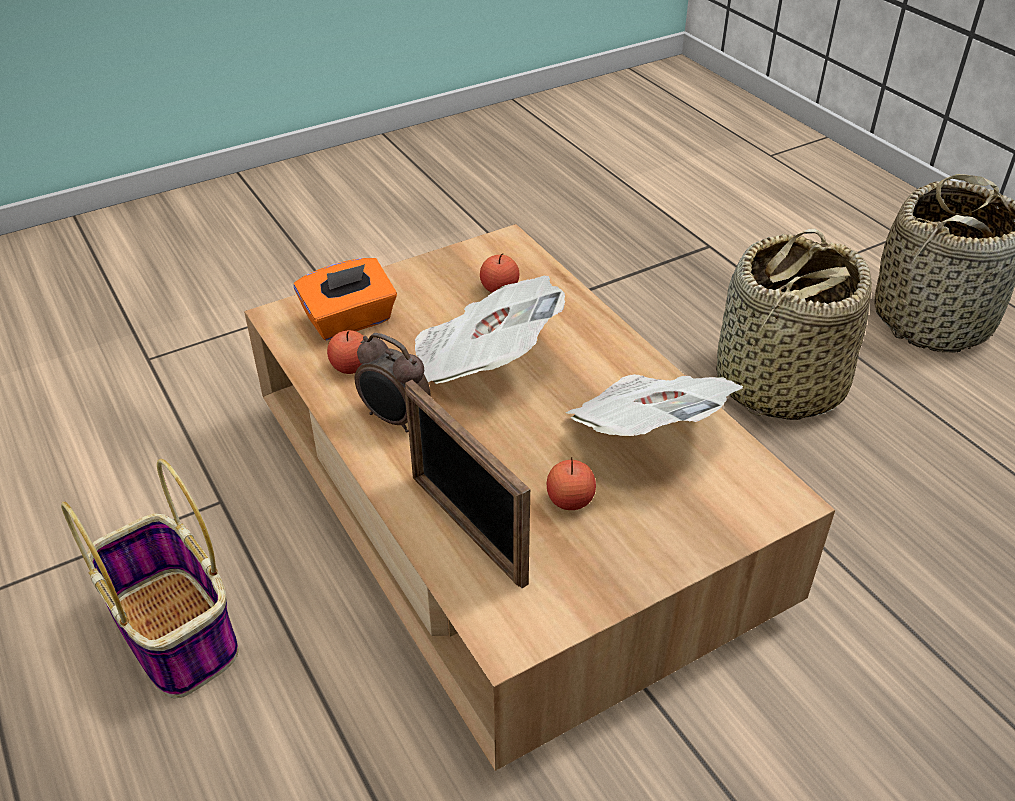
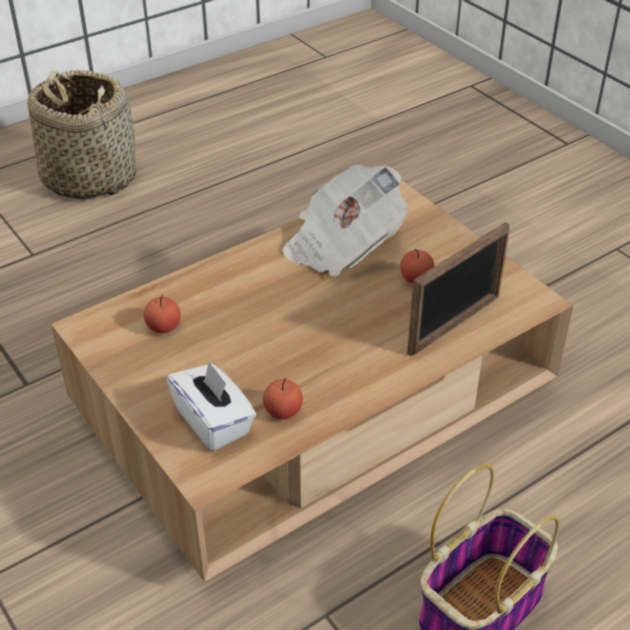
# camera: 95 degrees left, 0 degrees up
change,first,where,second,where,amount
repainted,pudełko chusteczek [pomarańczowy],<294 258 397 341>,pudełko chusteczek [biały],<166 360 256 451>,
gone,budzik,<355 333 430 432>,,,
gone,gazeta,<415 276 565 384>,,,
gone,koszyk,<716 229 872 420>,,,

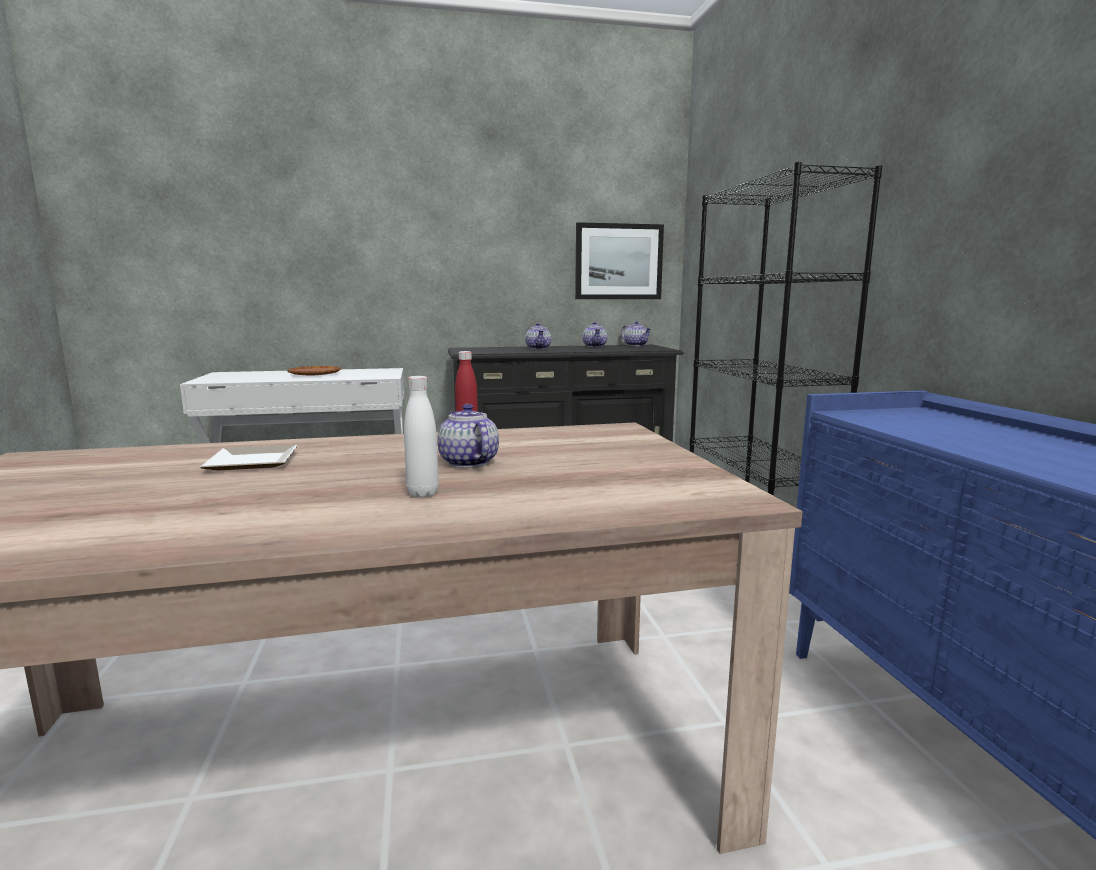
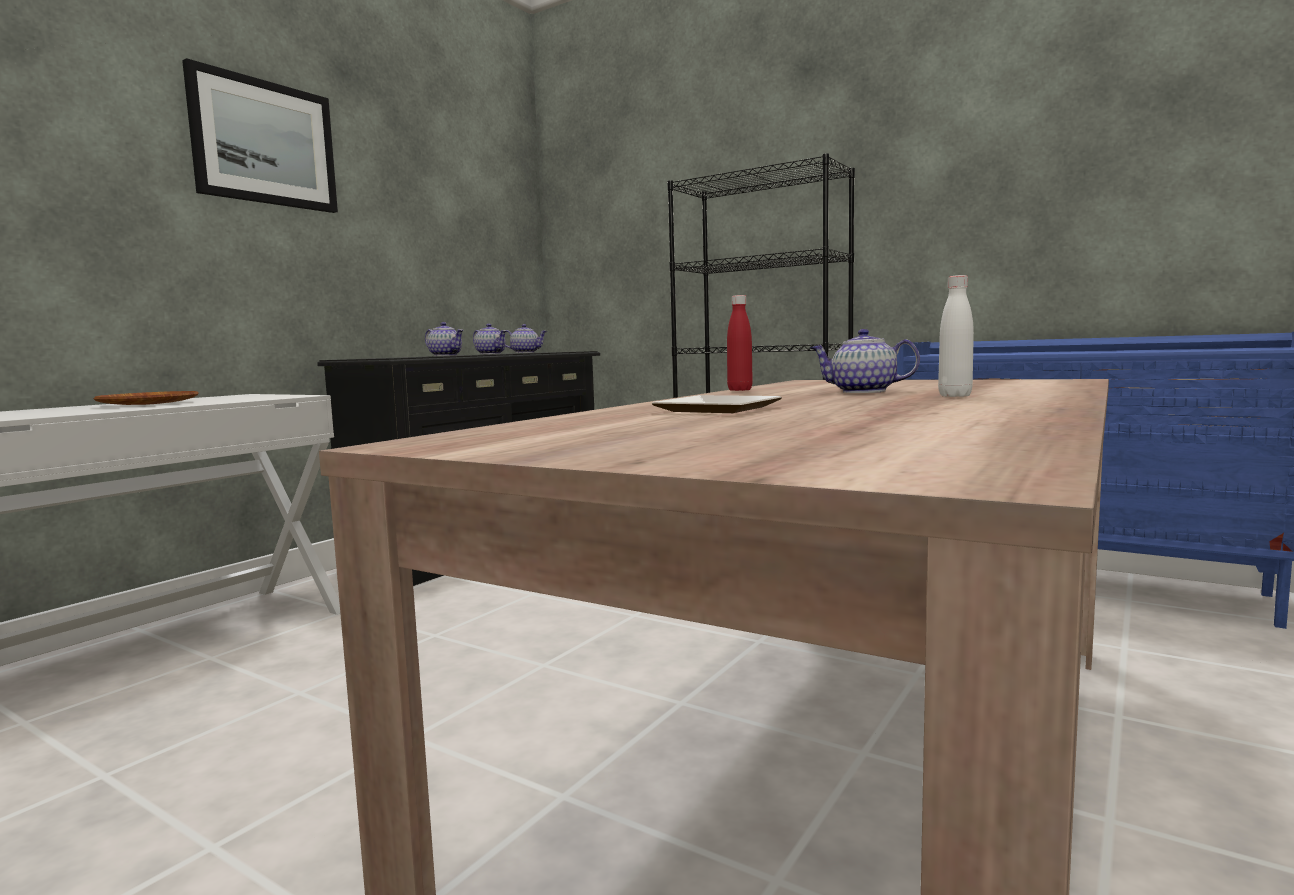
# camera: 45 degrees left, 5 degrees down
change,first,where,second,where,amount
shifted,obraz,<575 222 664 299>,,<182 58 338 213>,

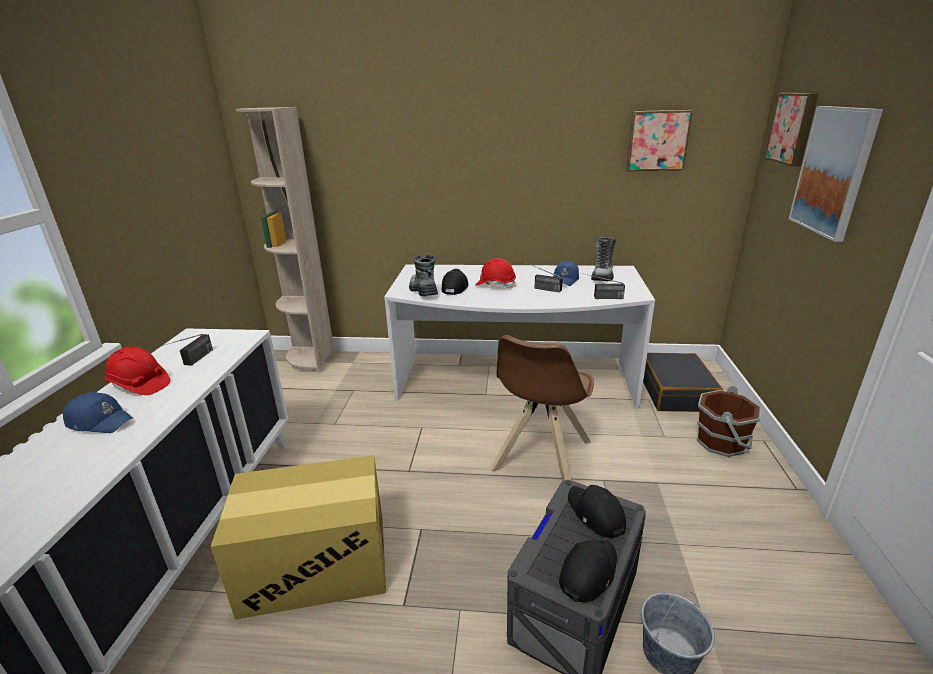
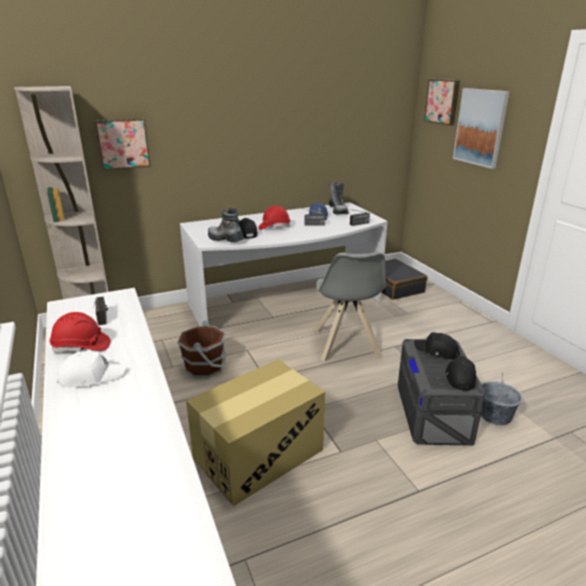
# camera: 30 degrees left, 0 degrees up
change,first,where,second,where,amount
repainted,czapka z daszkiem [niebieski],<63 392 133 433>,czapka z daszkiem [biały],<57 351 126 387>,
repainted,krzesło [brązowy],<491 335 594 482>,krzesło [szary],<314 251 386 362>,
shifted,obraz,<626 110 693 171>,,<94 118 151 171>,
shifted,wiadro [brązowy],<697 386 762 457>,,<177 320 226 378>,

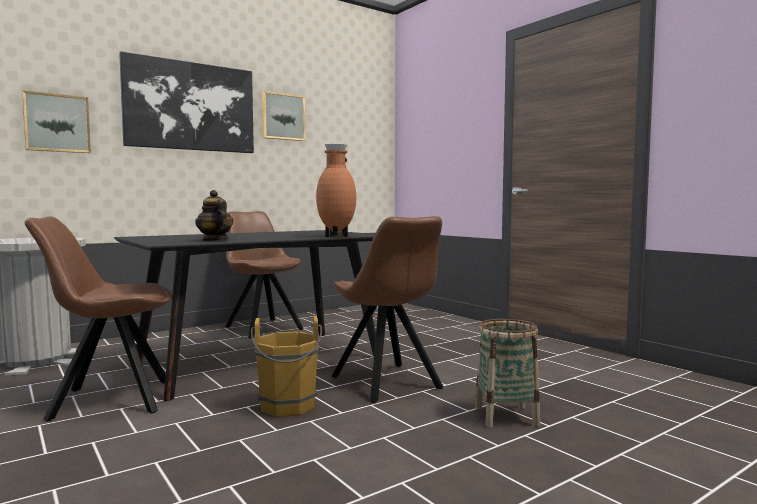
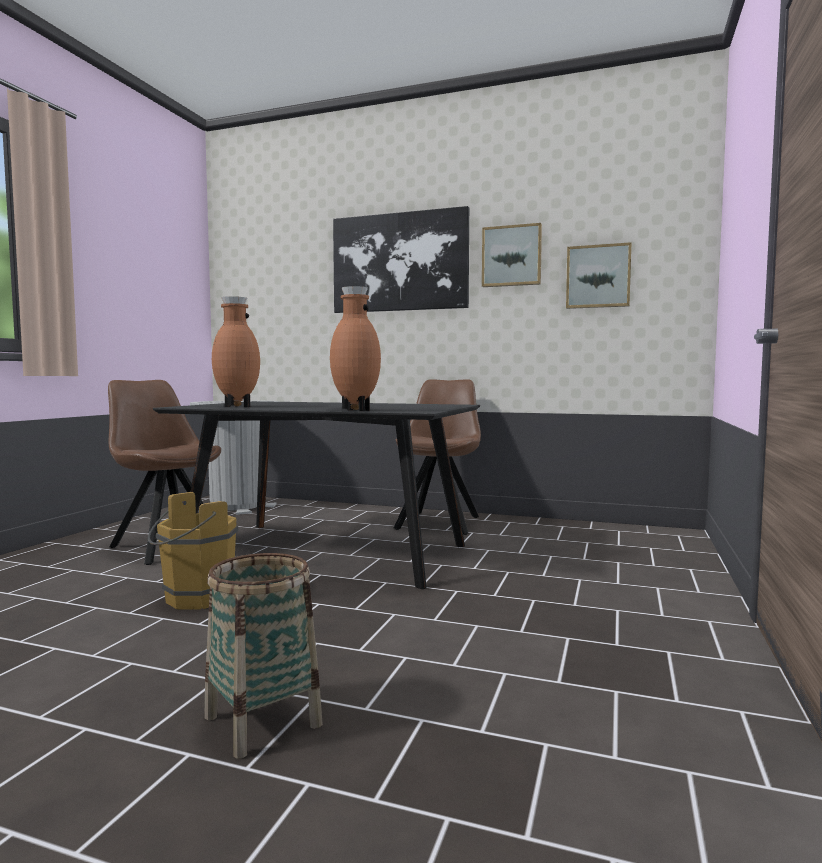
# camera: 55 degrees right, 0 degrees up
change,first,where,second,where,amount
shifted,obraz,<22 91 91 153>,,<566 242 632 309>,
swapped,imbryk,<195 190 233 241>,wazon [brązowy],<212 296 260 407>,
gone,krzesło [brązowy],<331 216 443 403>,,,

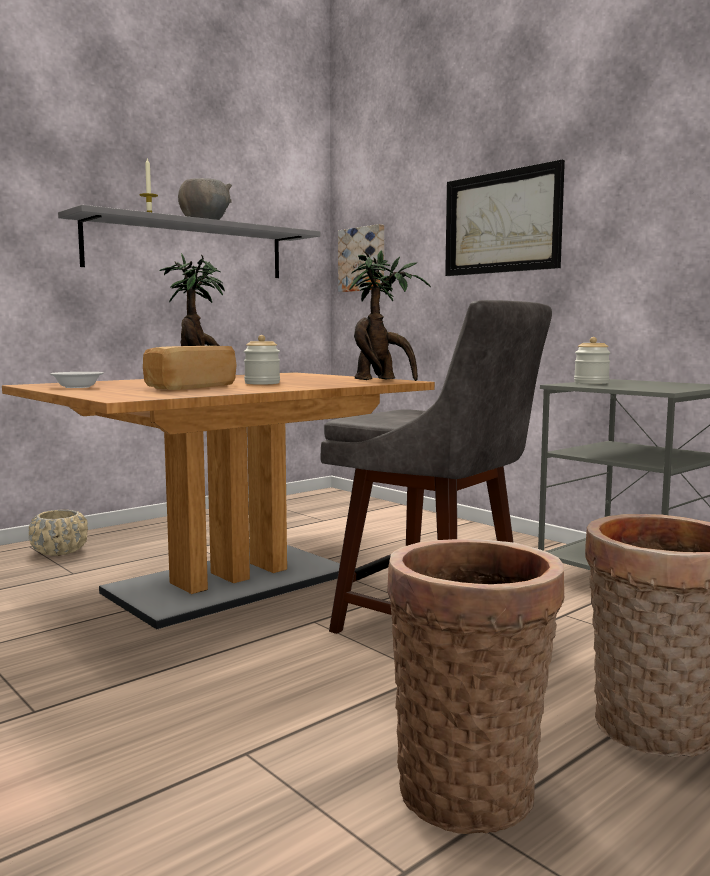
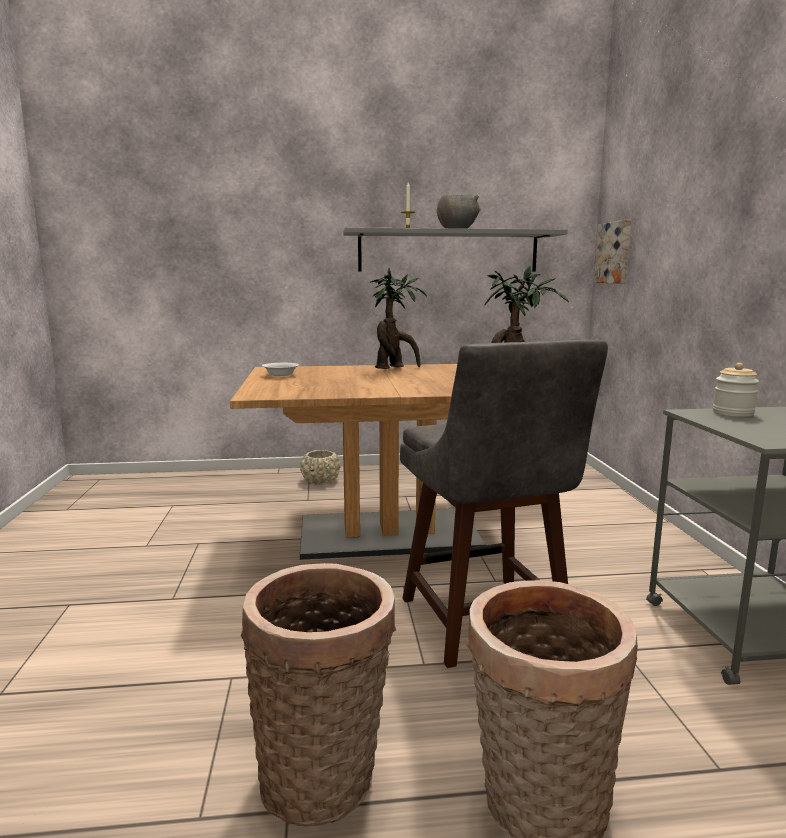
# camera: 35 degrees right, 5 degrees up
change,first,where,second,where,amount
gone,chleb,<143 346 236 390>,,,
gone,słoik,<244 335 280 385>,,,
gone,obraz,<445 159 565 276>,,,

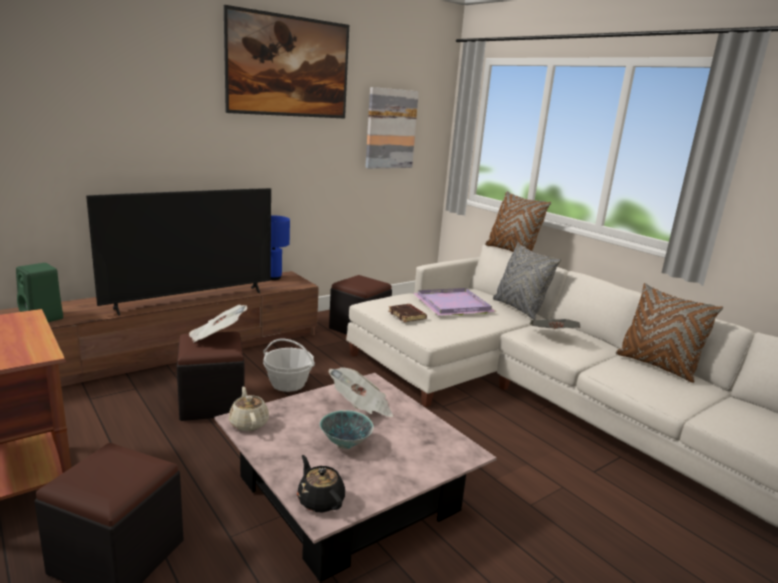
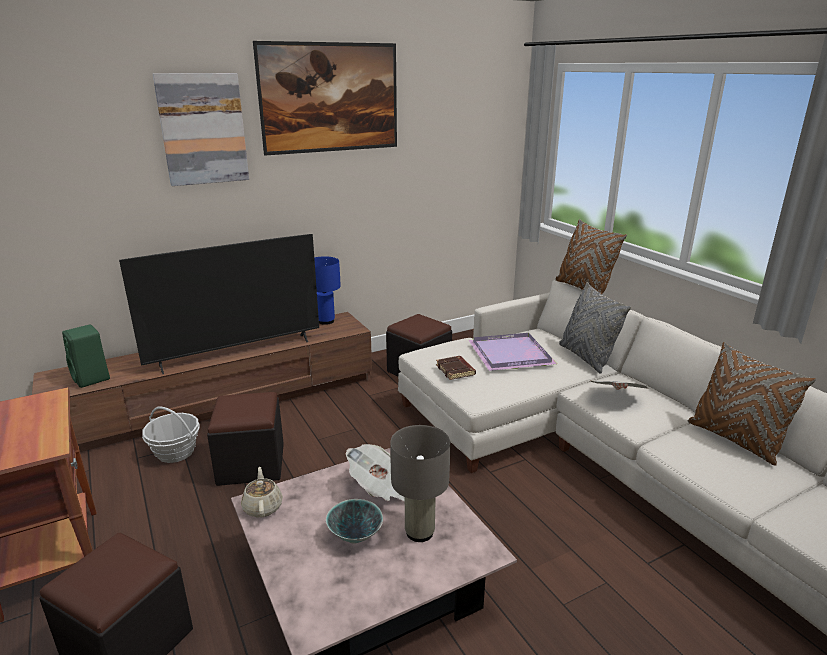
# camera: 10 degrees right, 5 degrees up
change,first,where,second,where,amount
gone,gazeta,<189 305 247 342>,,,
shifted,koszyk,<263 338 315 392>,,<142 406 200 463>,
gone,imbryk [czarny],<297 455 345 512>,,,
shifted,obraz,<365 87 419 168>,,<153 73 249 186>,
new,,,lampa stołowa [szary],<390 425 450 542>,

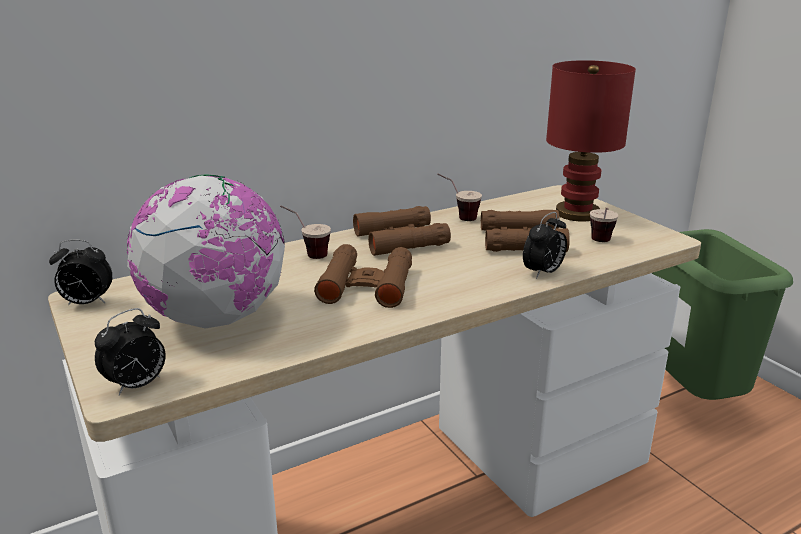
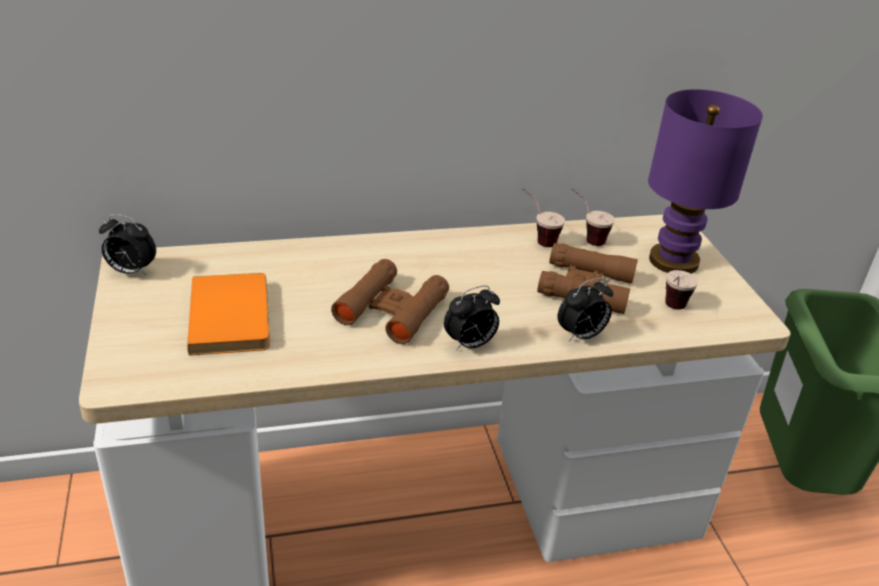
# camera: 15 degrees right, 10 degrees up
change,first,where,second,where,amount
shifted,budzik,<95 308 166 396>,,<444 285 500 351>,
swapped,globus,<127 174 285 329>,książka [pomarańczowy],<187 273 270 355>,
shifted,filiżanka,<280 206 331 259>,,<571 188 615 246>,
gone,lornetka [brązowy],<353 206 451 256>,,,
repainted,lampa stołowa [czerwony],<546 60 636 221>,lampa stołowa [fioletowy],<648 89 763 274>,

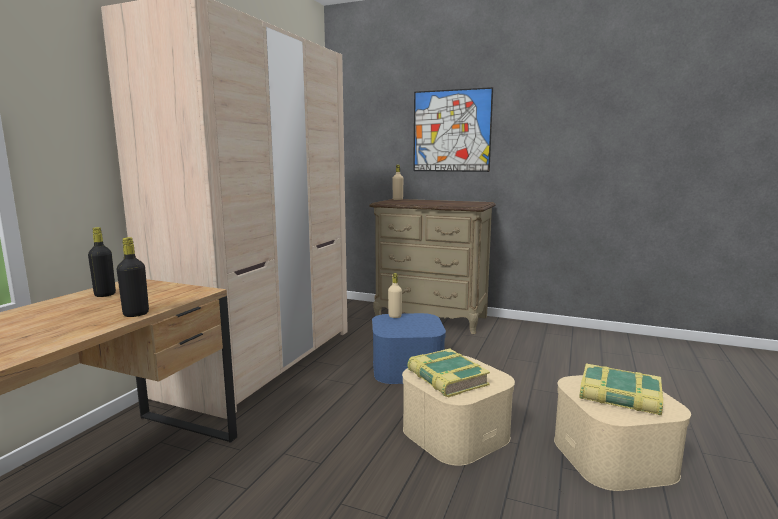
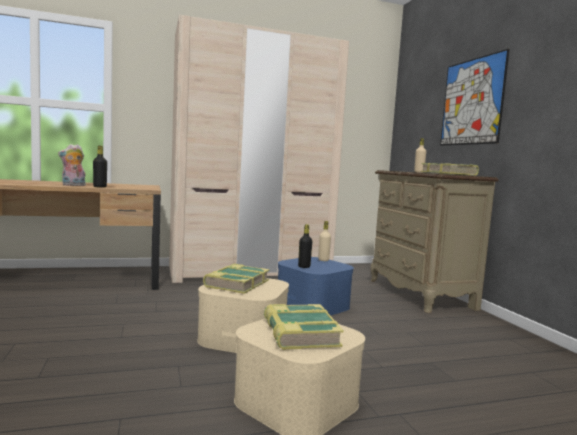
# camera: 50 degrees right, 5 degrees down
change,first,where,second,where,amount
shifted,butelka [czarny],<88 227 116 297>,,<298 224 312 268>,
new,,,pluszak,<58 144 87 186>,
new,,,książka,<421 163 479 176>,

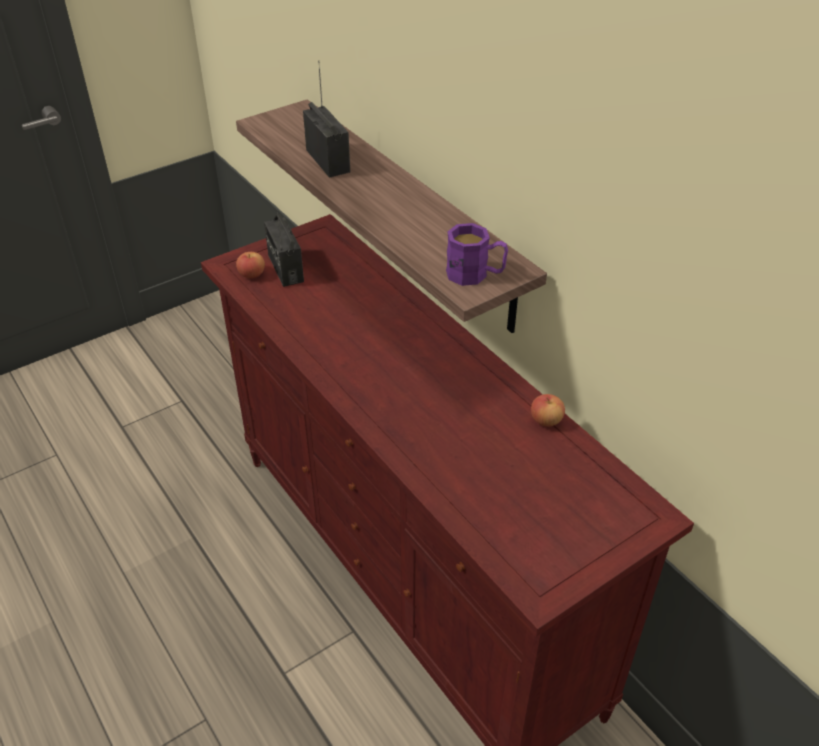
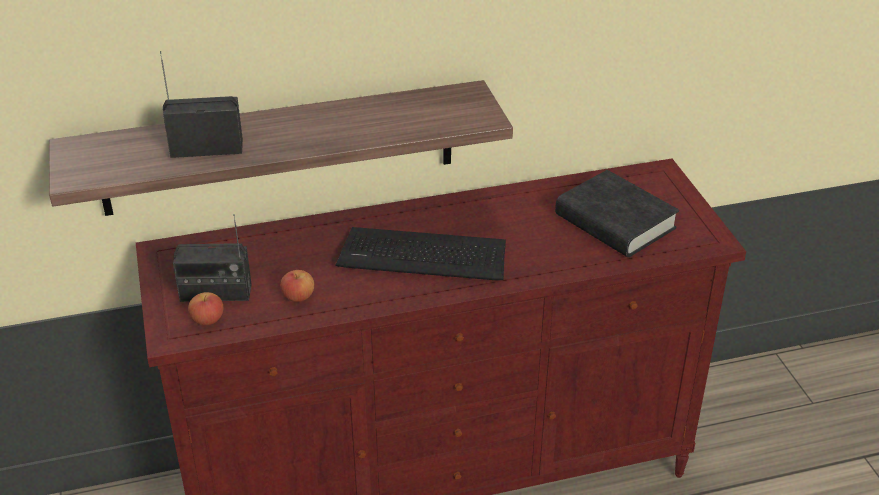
# camera: 70 degrees left, 5 degrees down
change,first,where,second,where,amount
gone,kubek [fioletowy],<446 223 508 286>,,,
shifted,jabłko,<531 394 565 427>,,<280 270 314 302>,
new,,,klawiatura,<335 227 506 280>,
new,,,książka [czarny],<555 170 679 257>,

